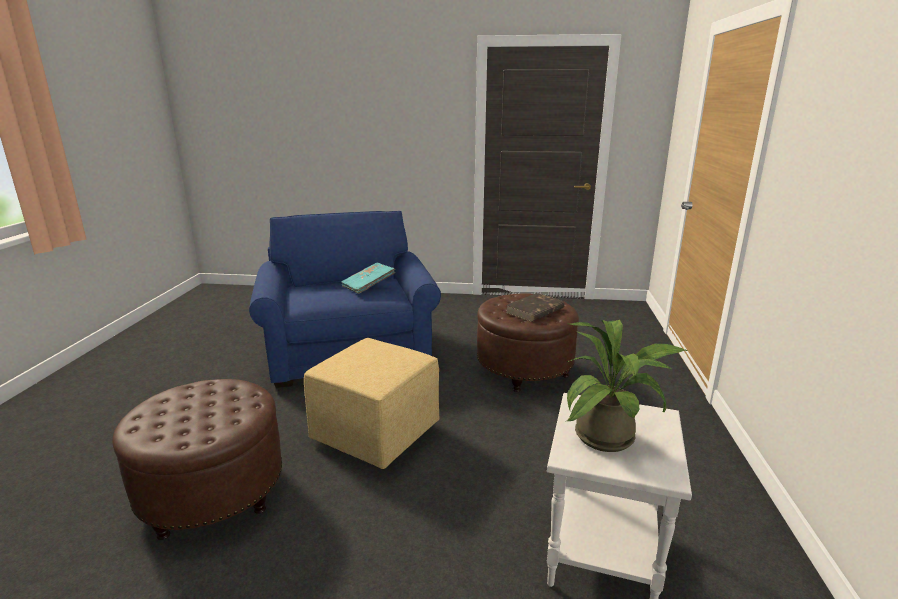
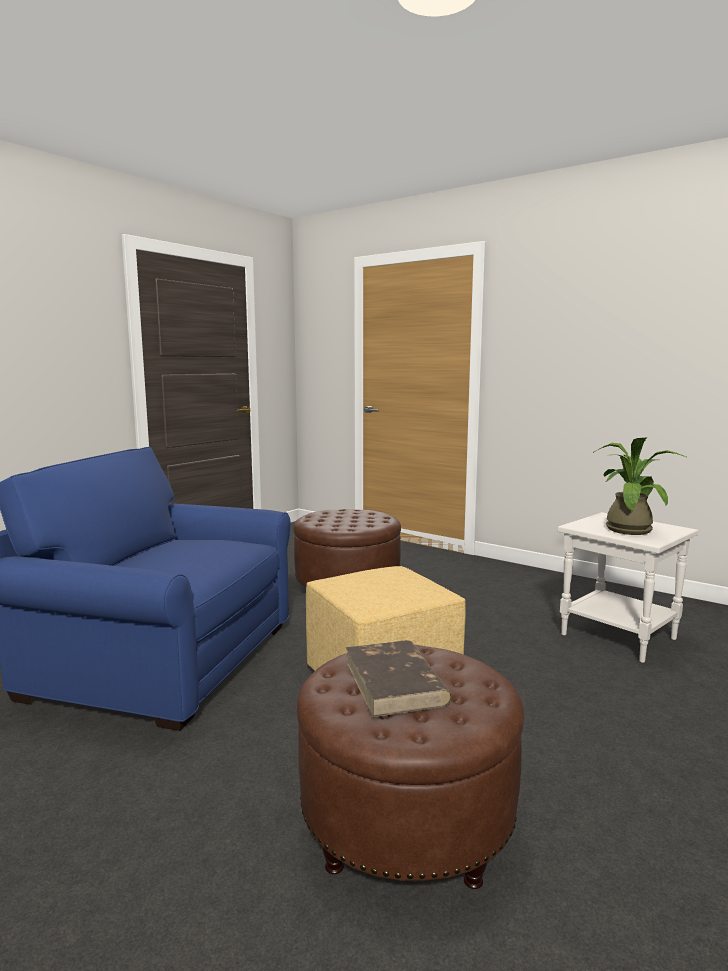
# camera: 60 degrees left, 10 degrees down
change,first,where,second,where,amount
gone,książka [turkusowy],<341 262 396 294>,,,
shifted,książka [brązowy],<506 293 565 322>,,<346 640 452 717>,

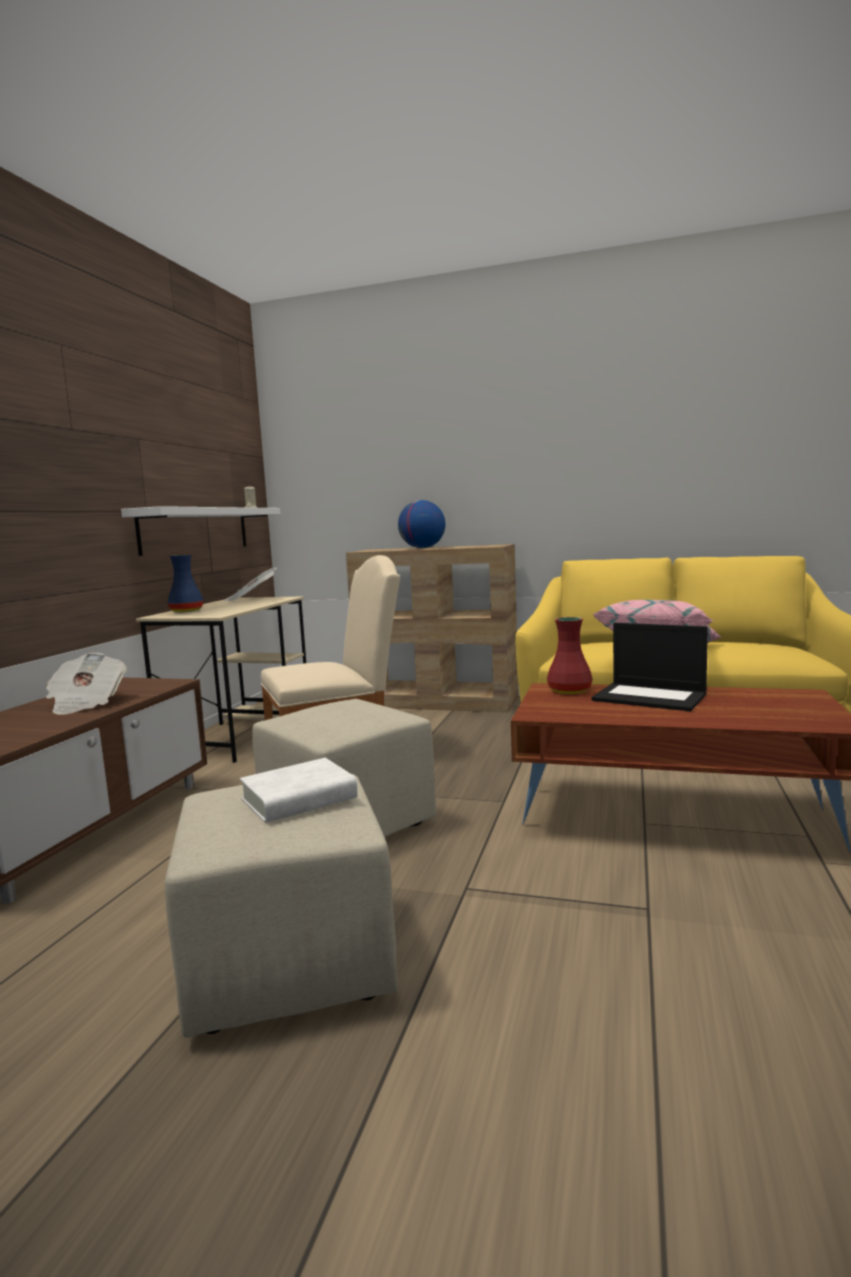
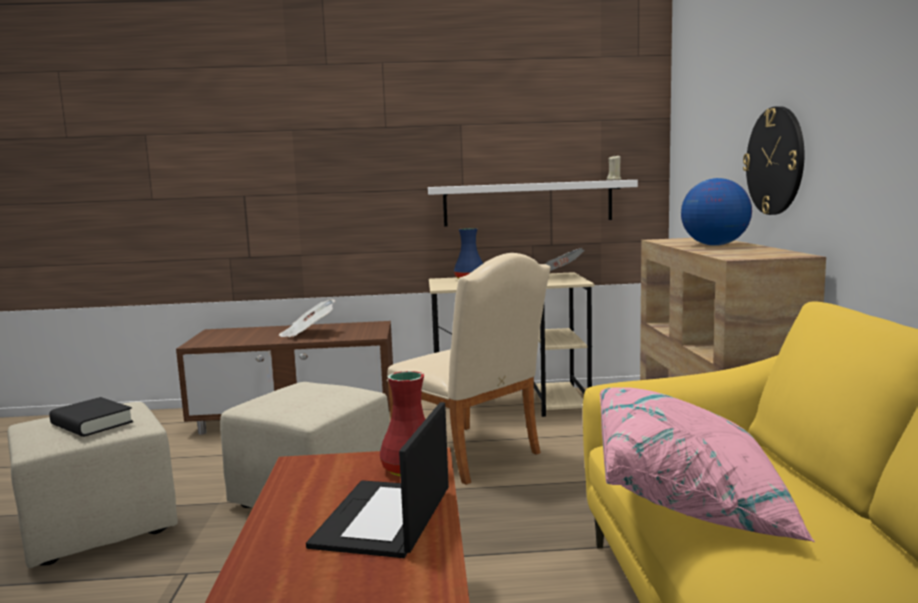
# camera: 70 degrees right, 0 degrees up
change,first,where,second,where,amount
repainted,książka [biały],<240 758 358 823>,książka [czarny],<49 397 133 437>,
new,,,zegar ścienny,<743 106 804 215>,

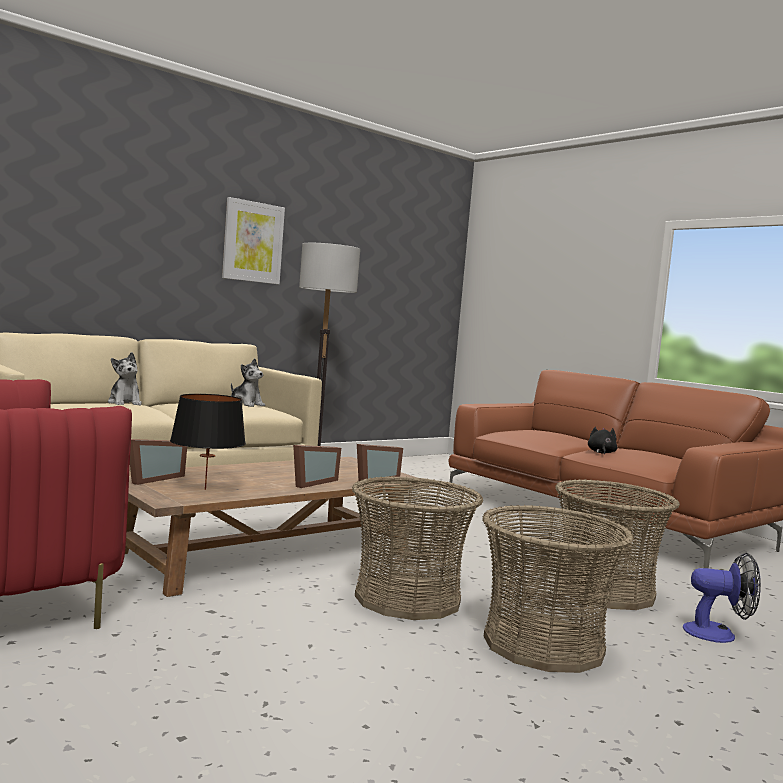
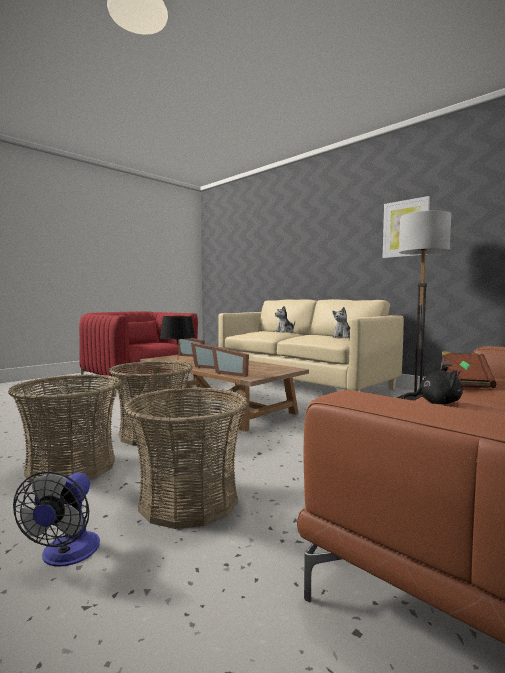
# camera: 85 degrees right, 0 degrees up
change,first,where,second,where,amount
new,,,książka [brązowy],<441 351 496 388>,

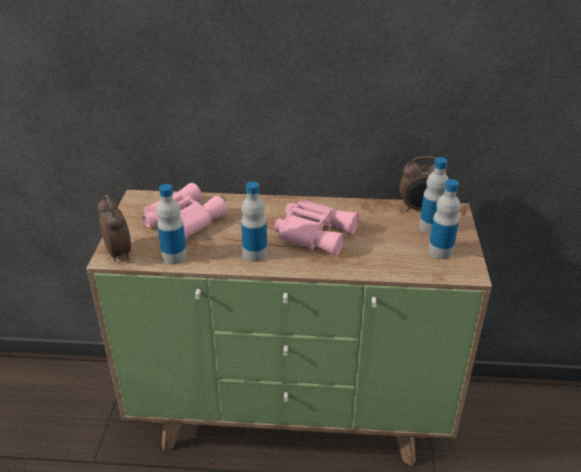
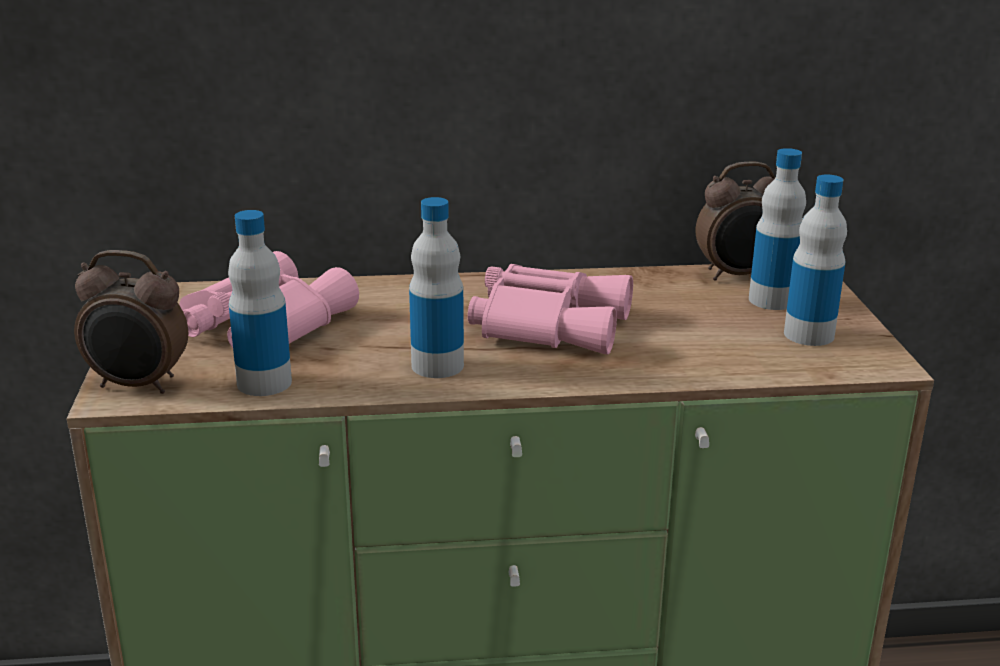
# camera: 10 degrees left, 10 degrees down
change,first,where,second,where,amount
rotated,budzik,<98 195 131 262>,,<74 250 188 394>,135 degrees clockwise

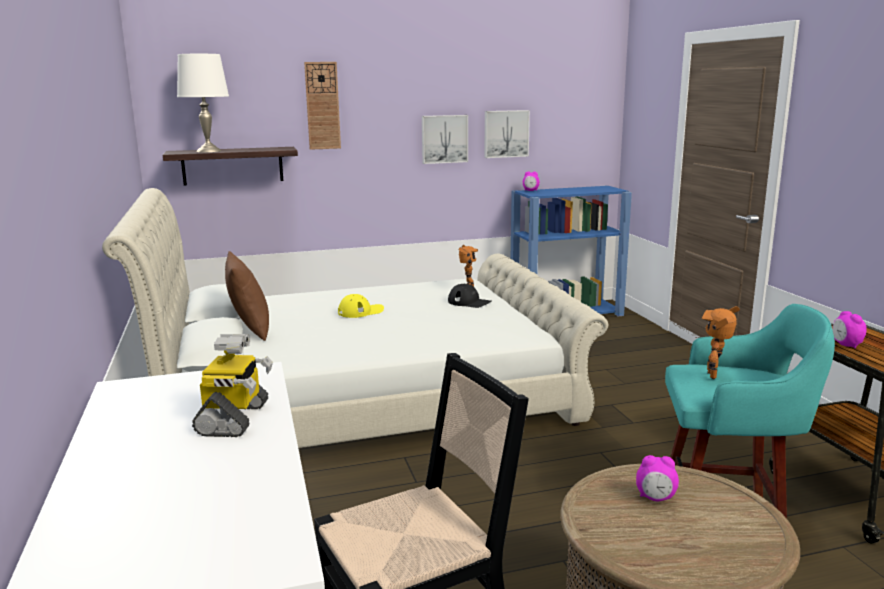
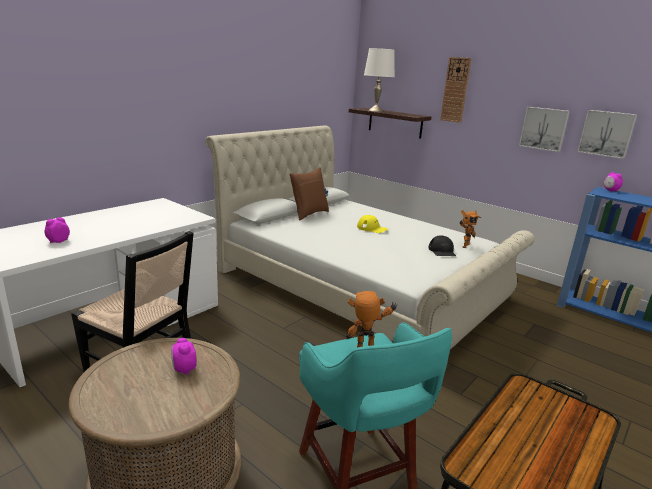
# camera: 55 degrees right, 5 degrees up
change,first,where,second,where,amount
gone,robot zabawkowy,<192 334 273 437>,,,
shifted,budzik,<832 311 867 349>,,<44 217 70 243>,

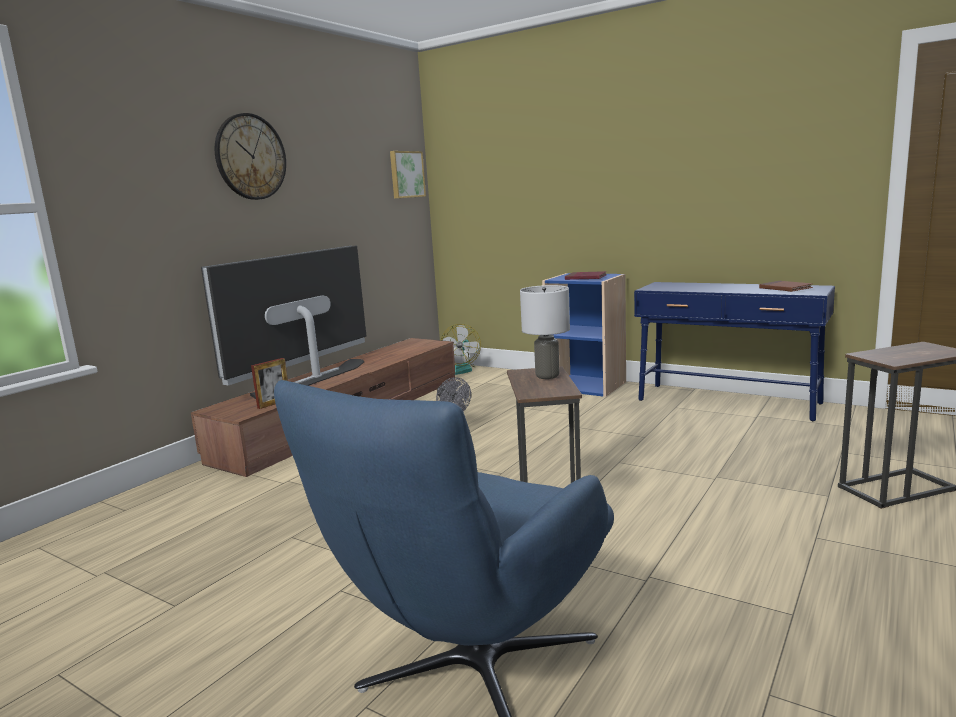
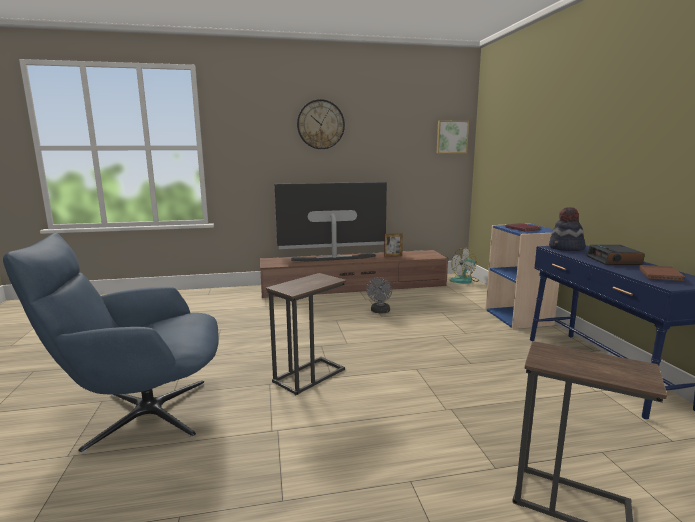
# camera: 45 degrees right, 0 degrees up
change,first,where,second,where,amount
shifted,ramka na zdjęcie,<251 358 288 409>,,<384 234 403 256>,
gone,lampa stołowa [biały],<520 285 570 379>,,,
new,,,kapelusz,<549 207 586 251>,
new,,,budzik,<586 245 645 265>,

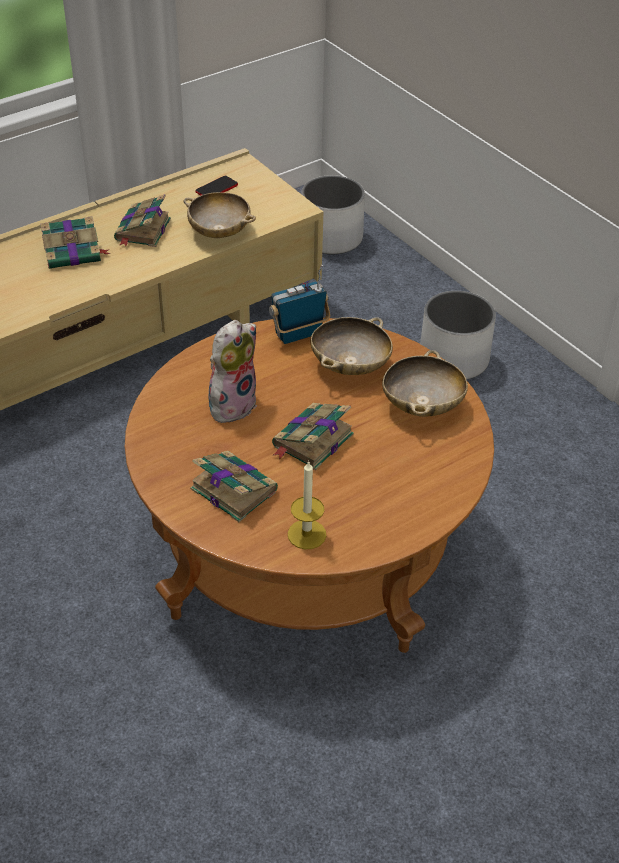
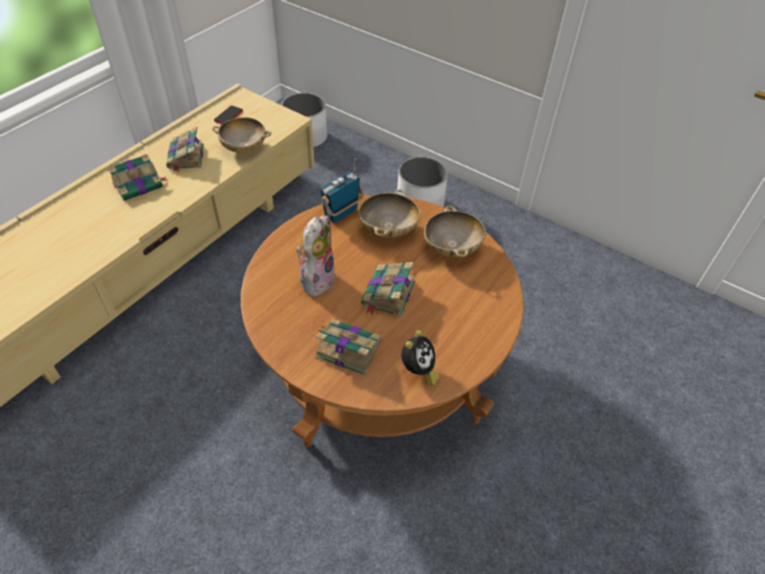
# camera: 20 degrees left, 5 degrees up
change,first,where,second,where,amount
swapped,świeca,<288 460 326 549>,budzik,<402 330 439 386>,

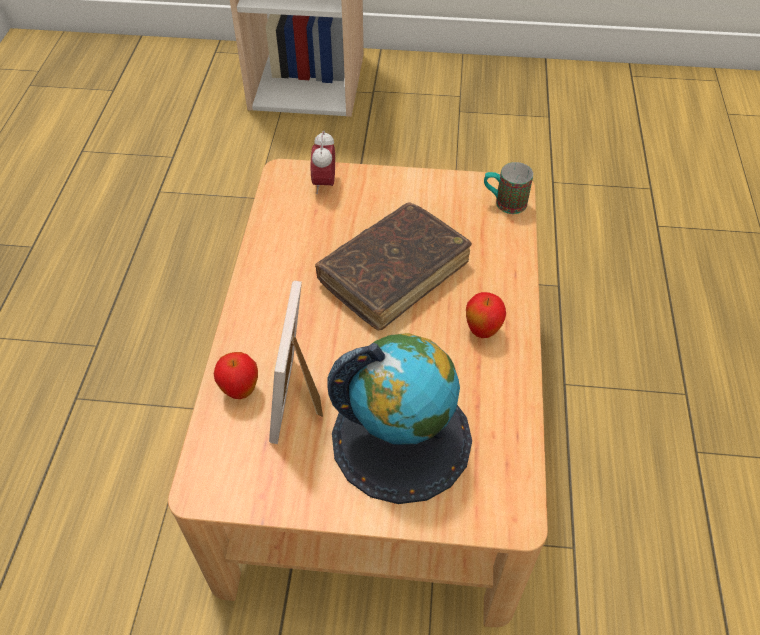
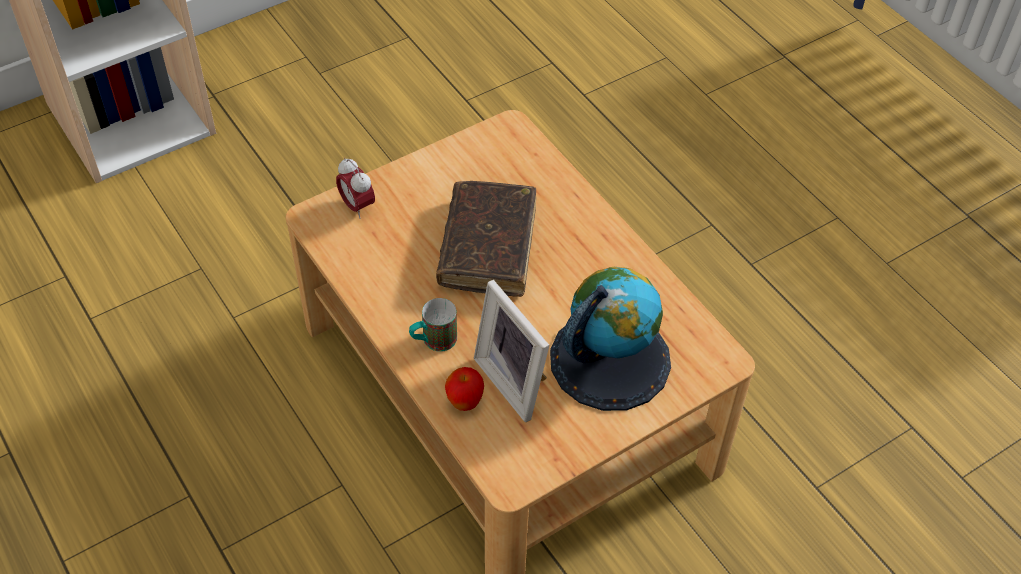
# camera: 40 degrees left, 0 degrees up
change,first,where,second,where,amount
gone,jabłko,<466 292 506 338>,,,
shifted,kubek,<484 162 533 214>,,<409 298 457 352>,

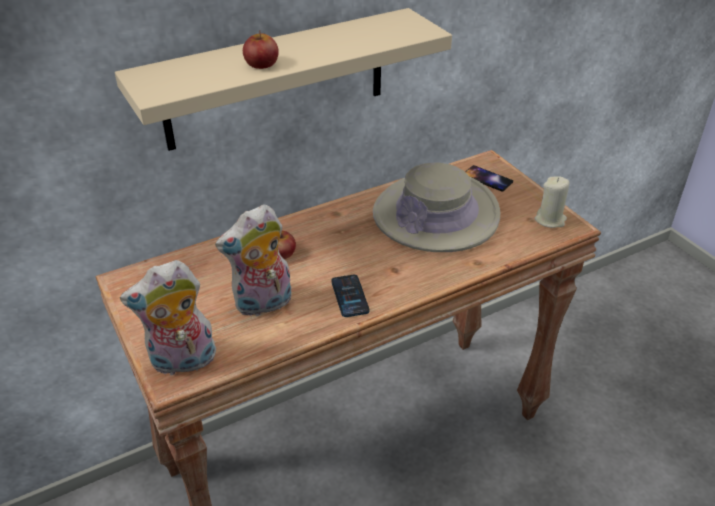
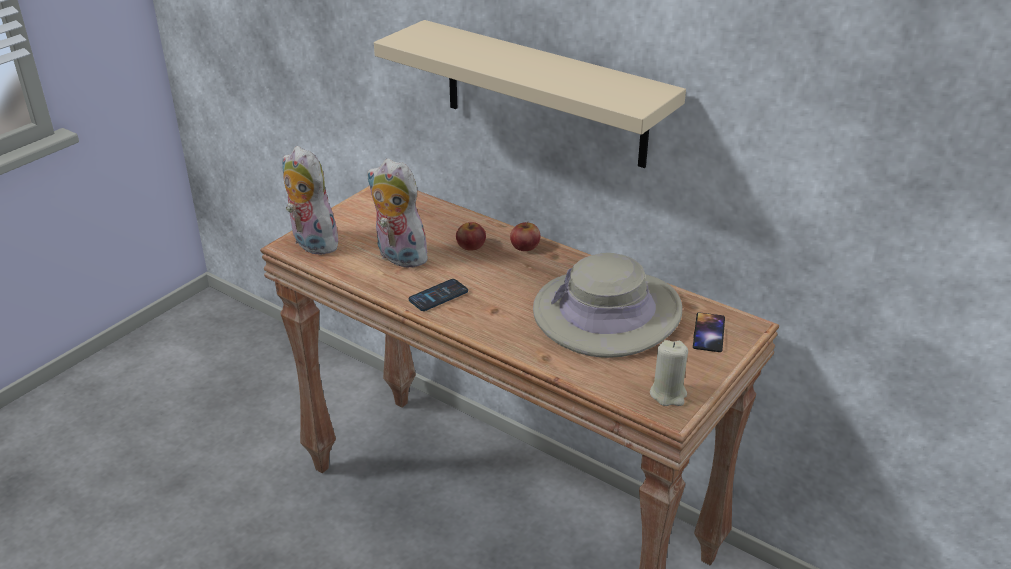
# camera: 65 degrees right, 5 degrees down
change,first,where,second,where,amount
shifted,jabłko,<243 30 279 69>,,<510 222 540 251>,

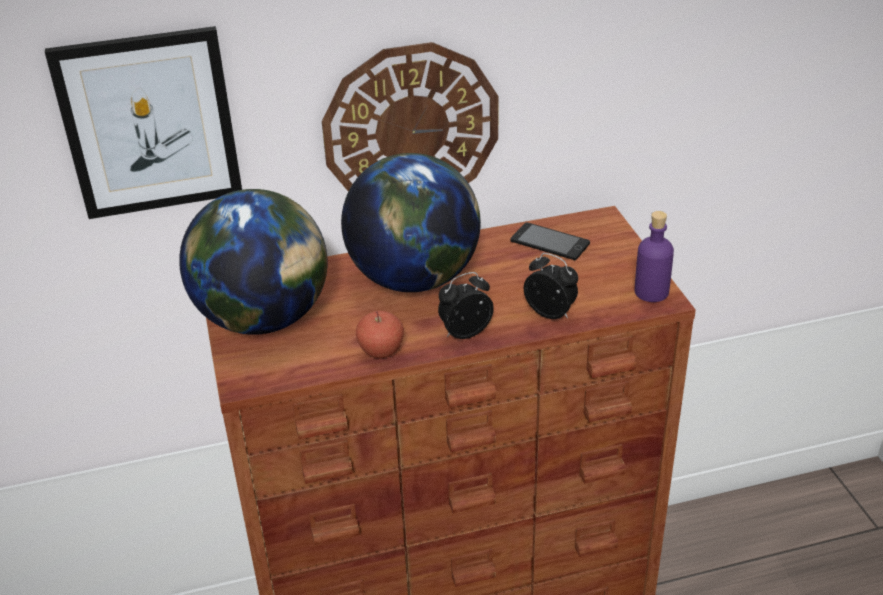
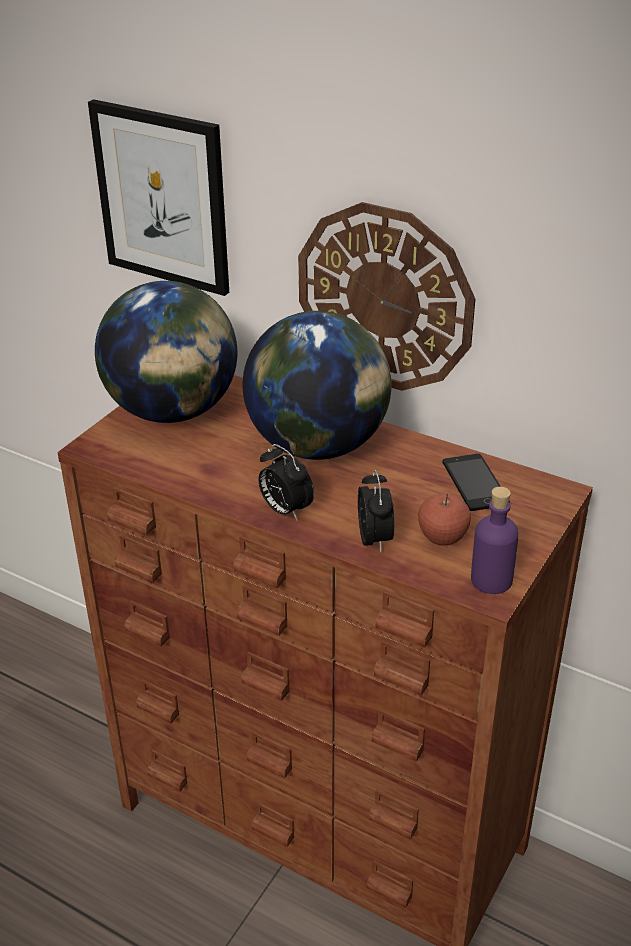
# camera: 45 degrees right, 0 degrees up
change,first,where,second,where,amount
shifted,jabłko,<356 311 404 358>,,<418 493 471 546>,
rotated,budzik,<438 272 494 339>,,<258 444 314 520>,150 degrees counterclockwise

